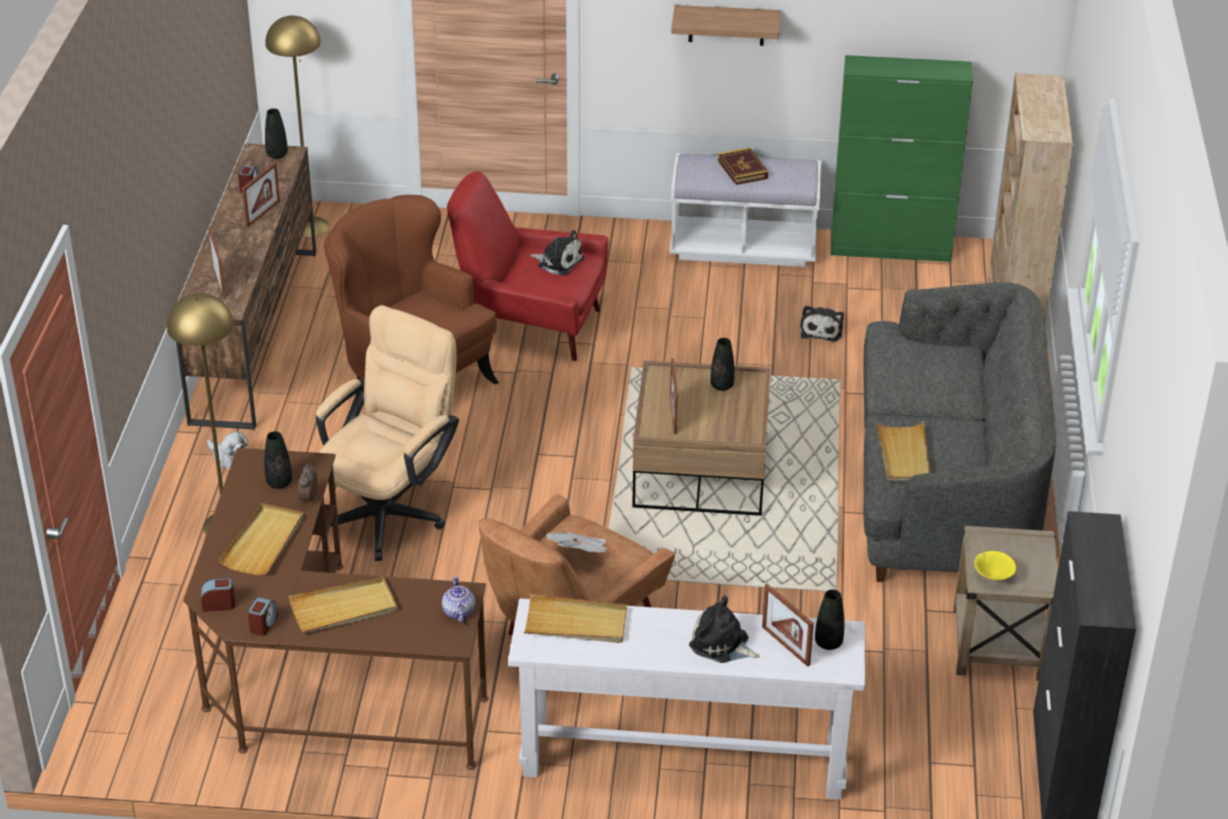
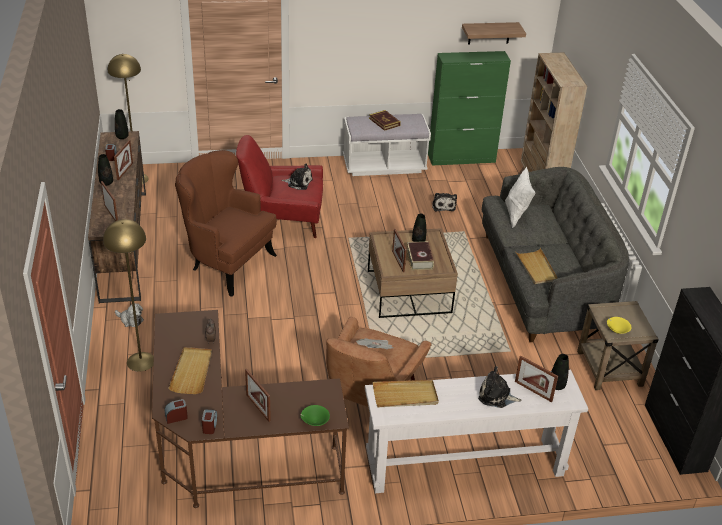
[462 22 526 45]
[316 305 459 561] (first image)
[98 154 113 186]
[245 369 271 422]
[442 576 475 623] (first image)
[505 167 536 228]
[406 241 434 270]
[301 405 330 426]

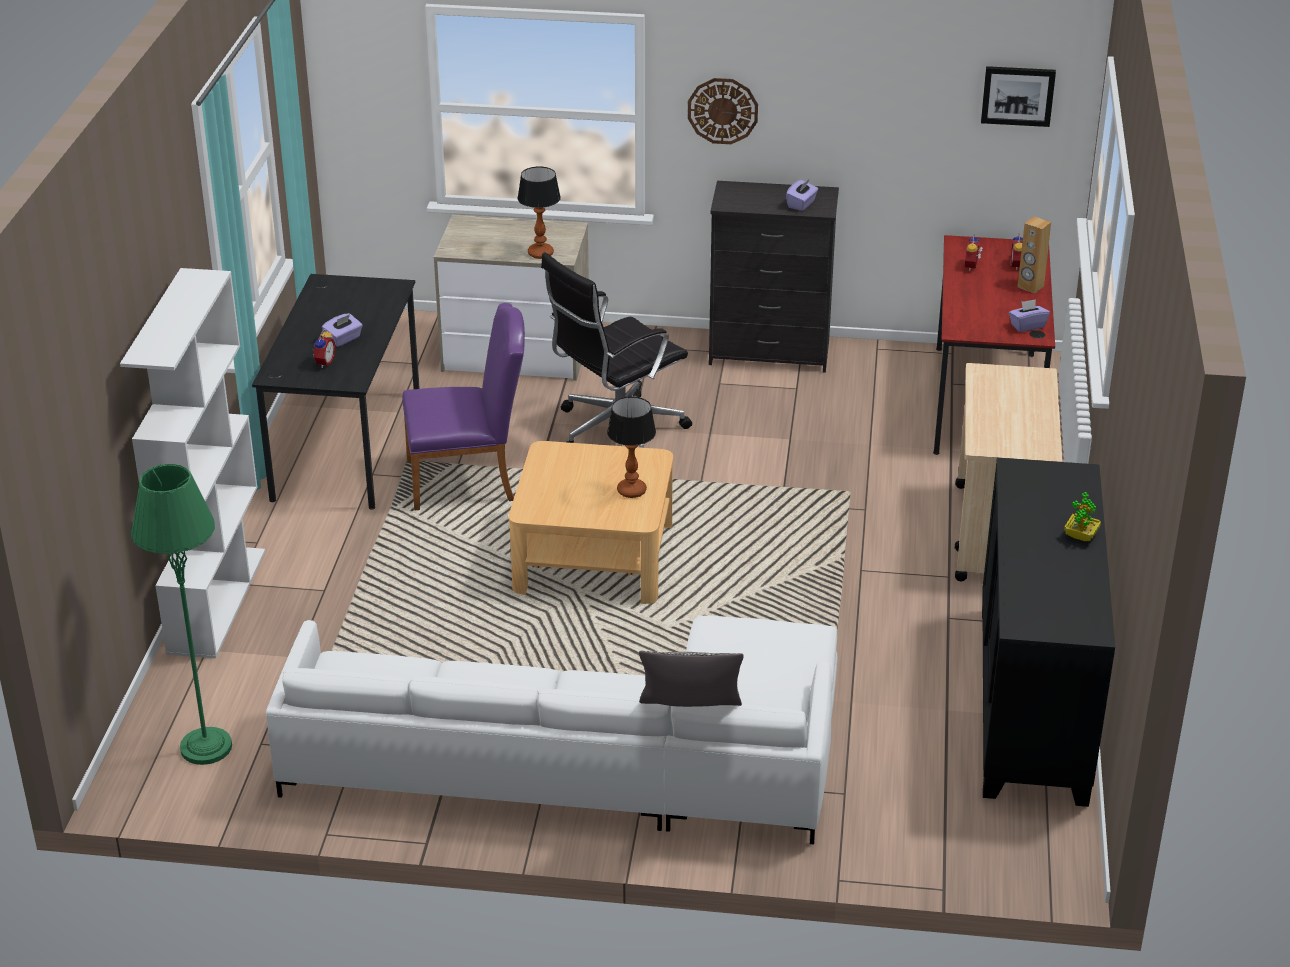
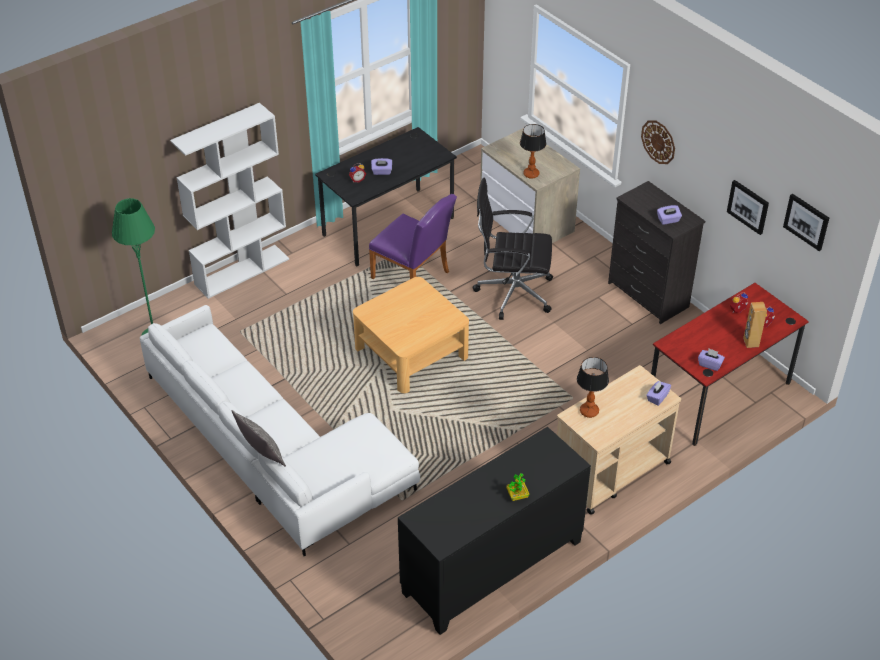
[577 357 609 418]
[727 180 769 235]
[646 381 671 406]

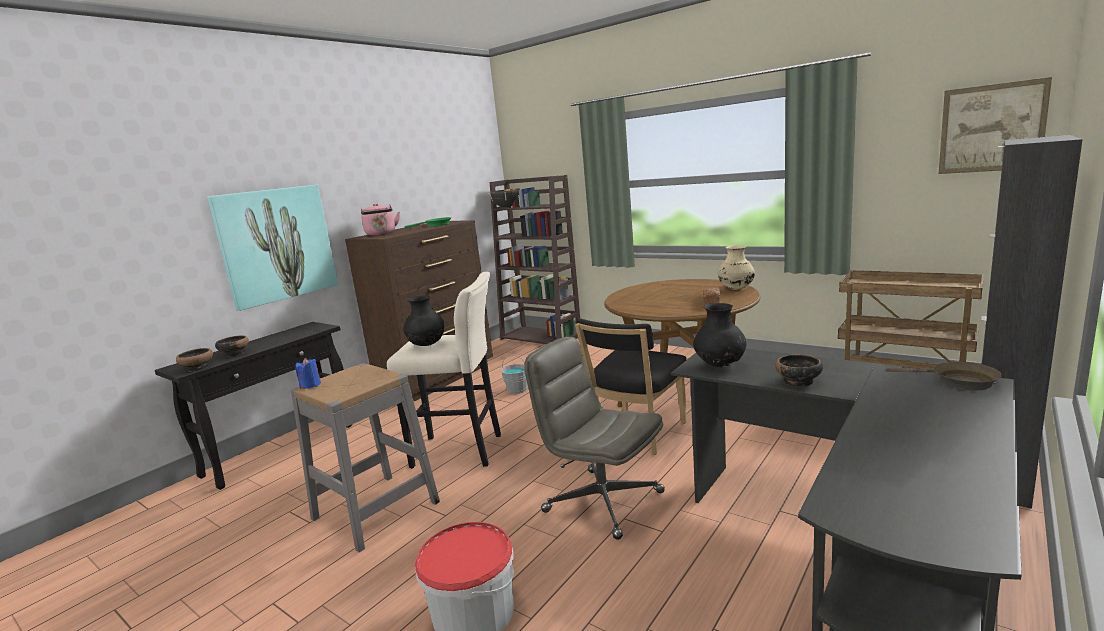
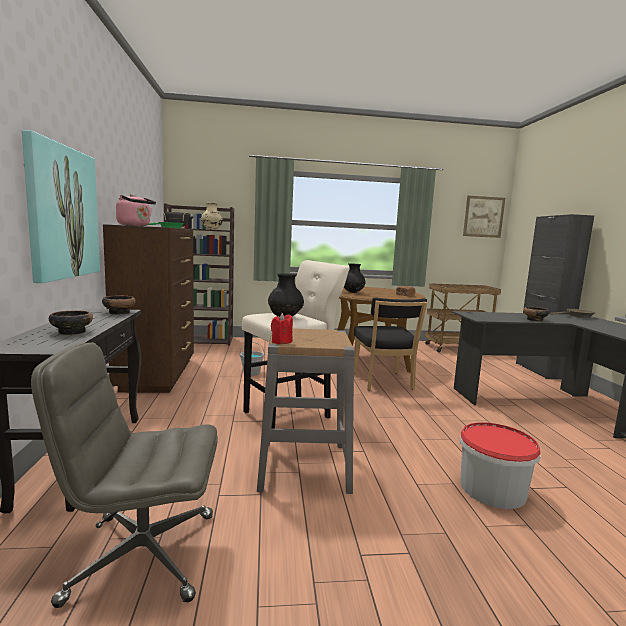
[201 203 223 230]
[344 263 366 293]
[31 342 218 608]
[102 295 136 315]
[271 313 293 344]

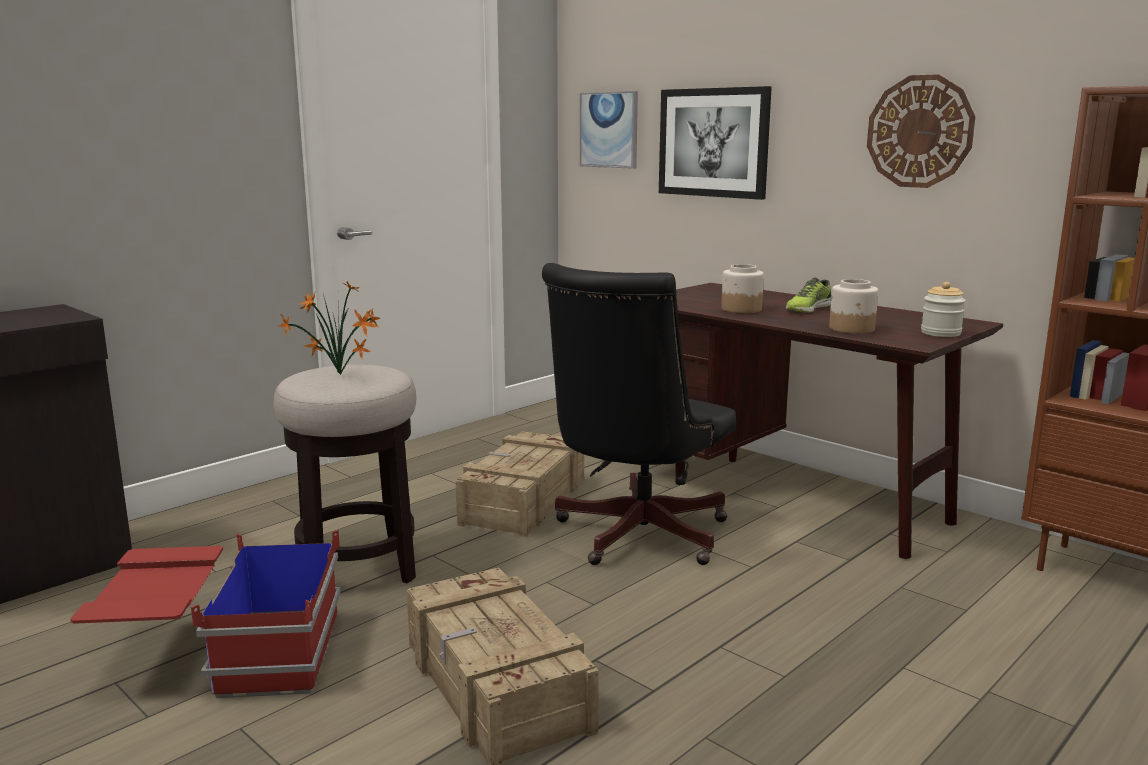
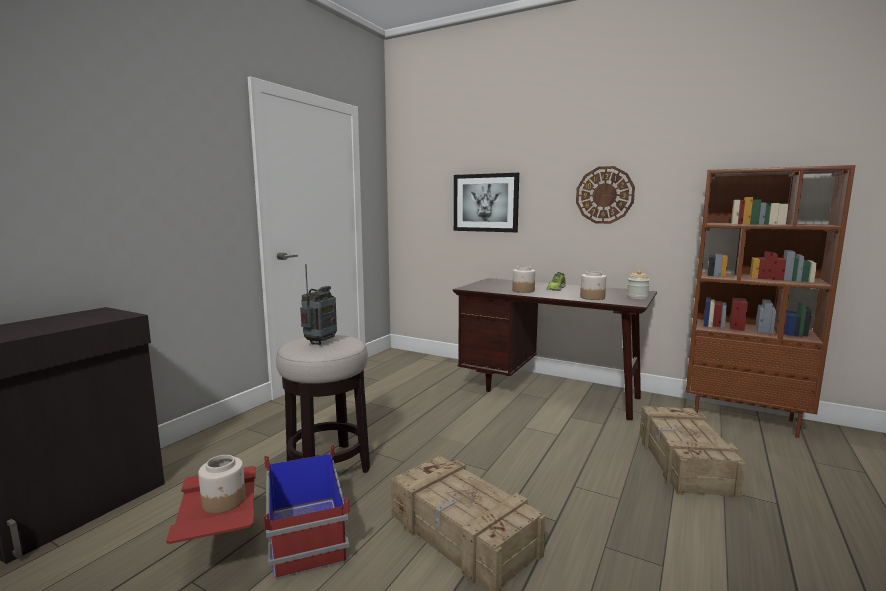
[580 91 638 169] (first image)
[542 263 736 565] (first image)
[300 264 337 345]
[639 406 746 499]
[198 455 246 514]

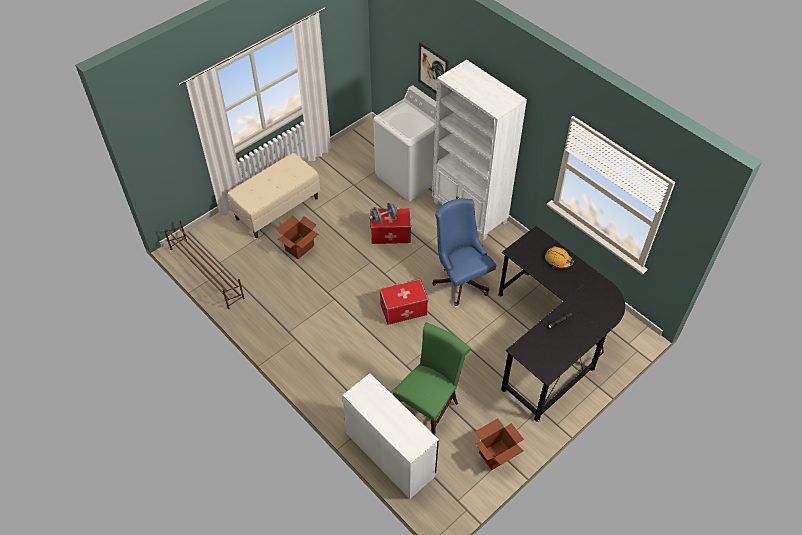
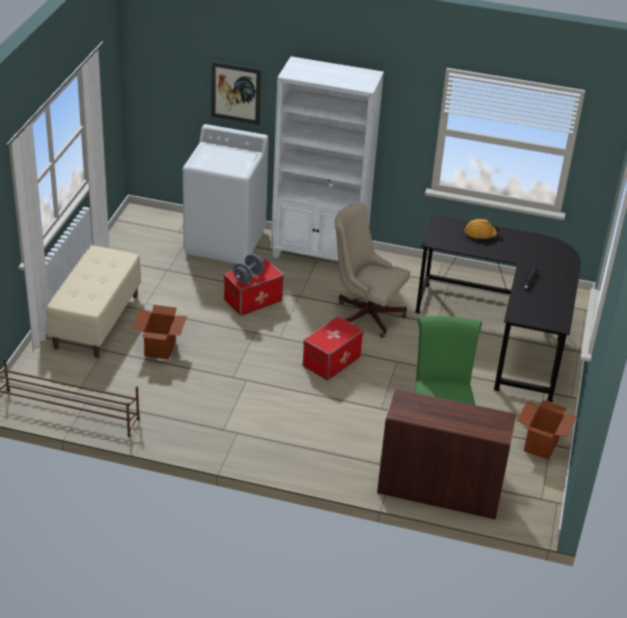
[335 203 410 338]
[377 389 517 520]

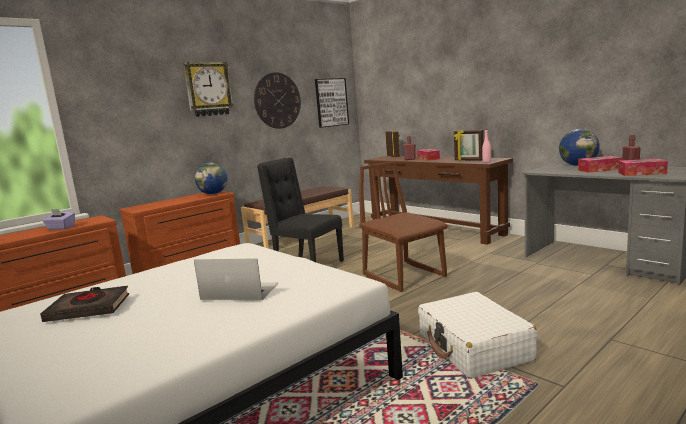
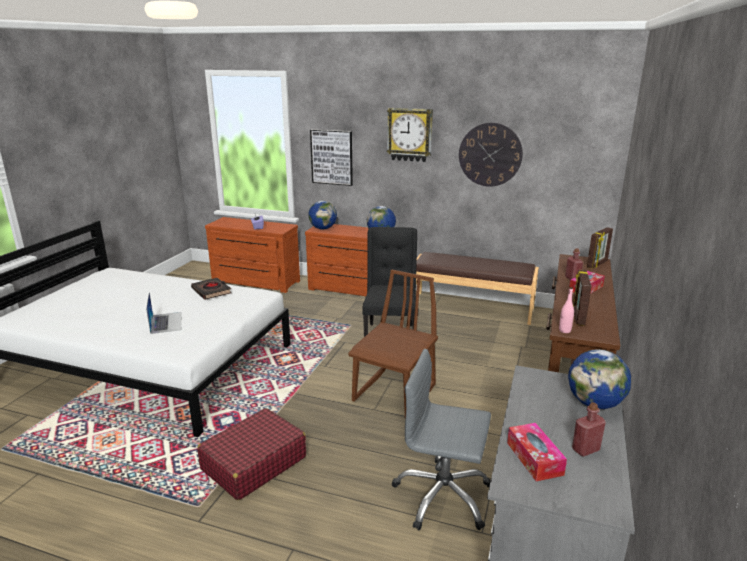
[310 129 353 186]
[578 156 622 173] (first image)
[191 278 231 300]
[197 408 306 500]
[308 201 337 229]
[392 349 491 530]

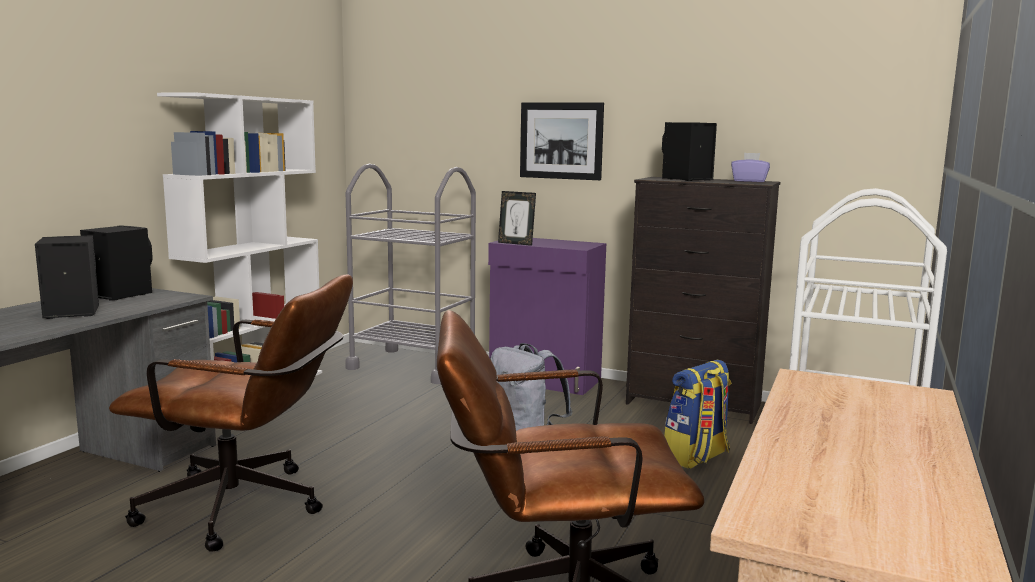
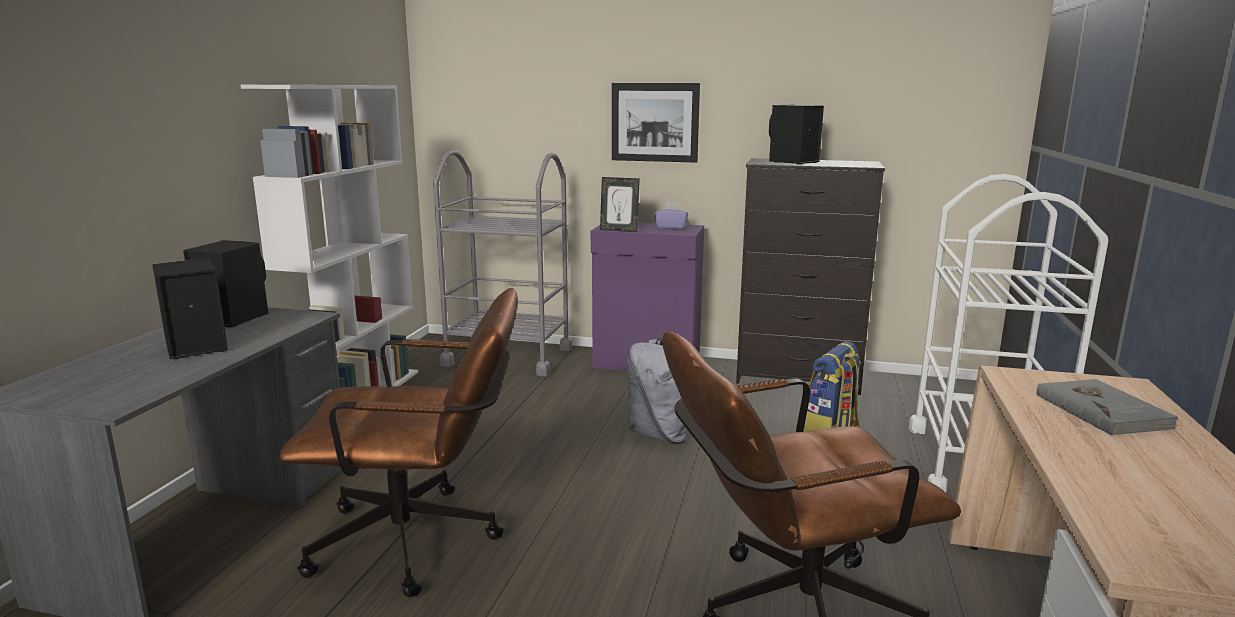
[654 202 688 229]
[1036 379 1179 435]

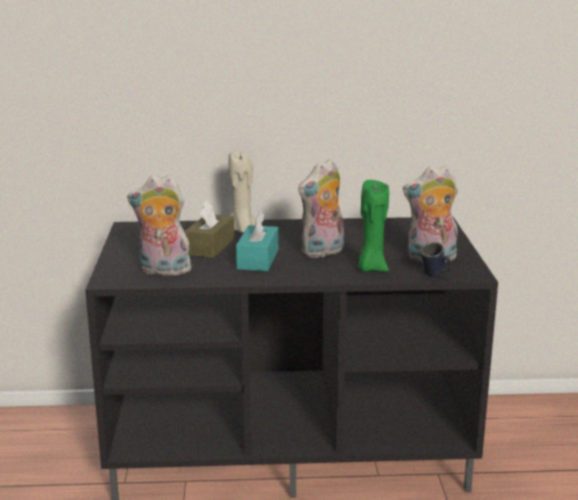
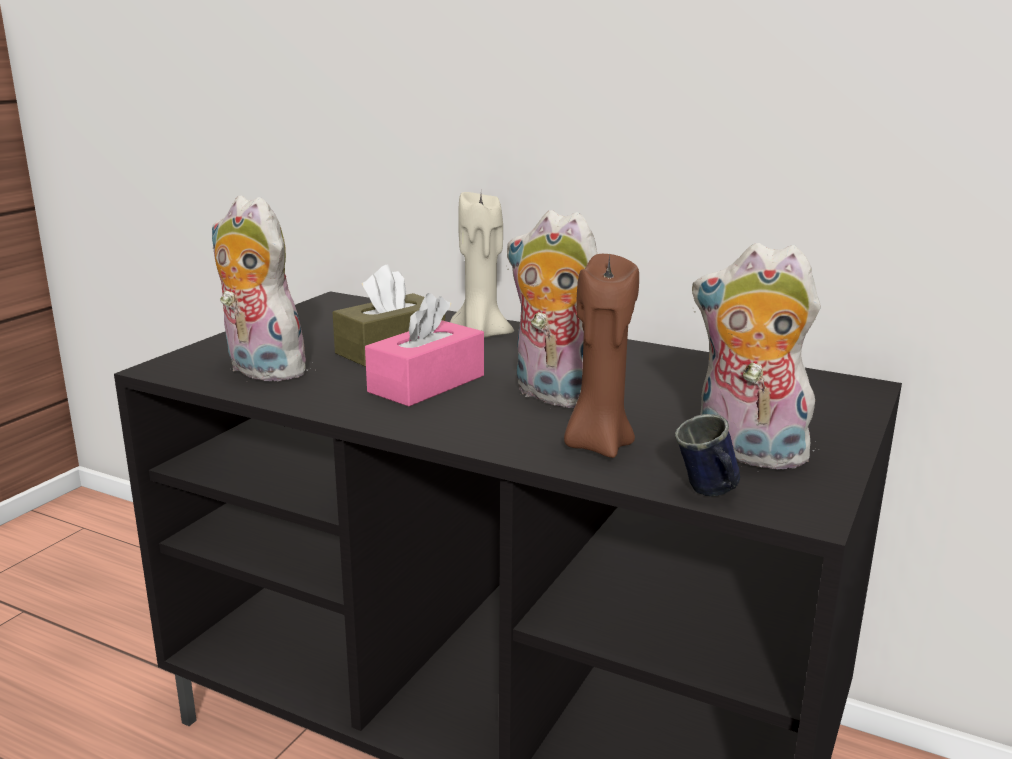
[506 210 597 409]
[564 254 639 458]
[365 293 484 406]

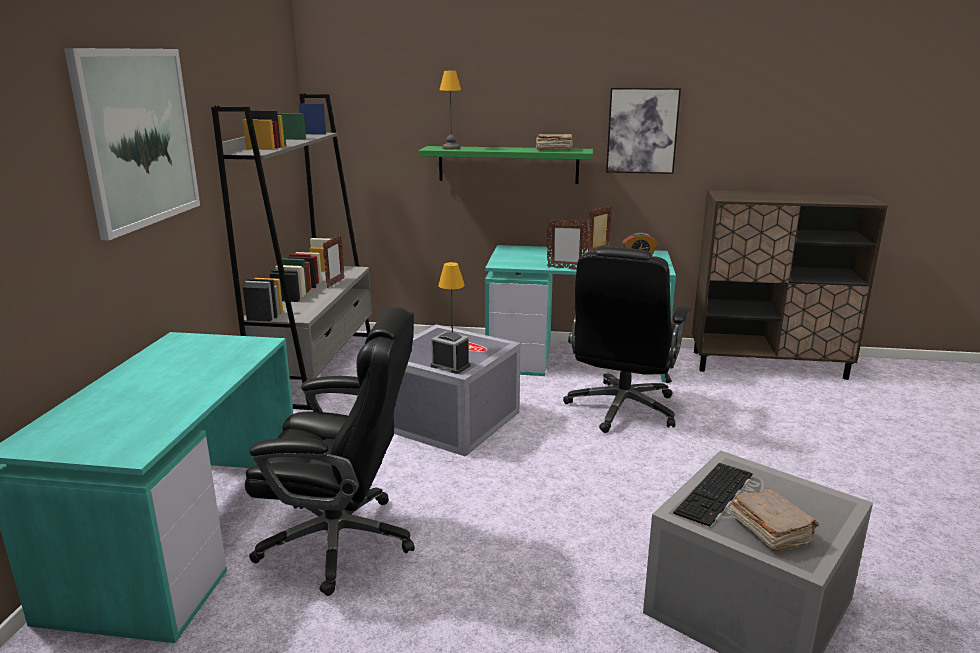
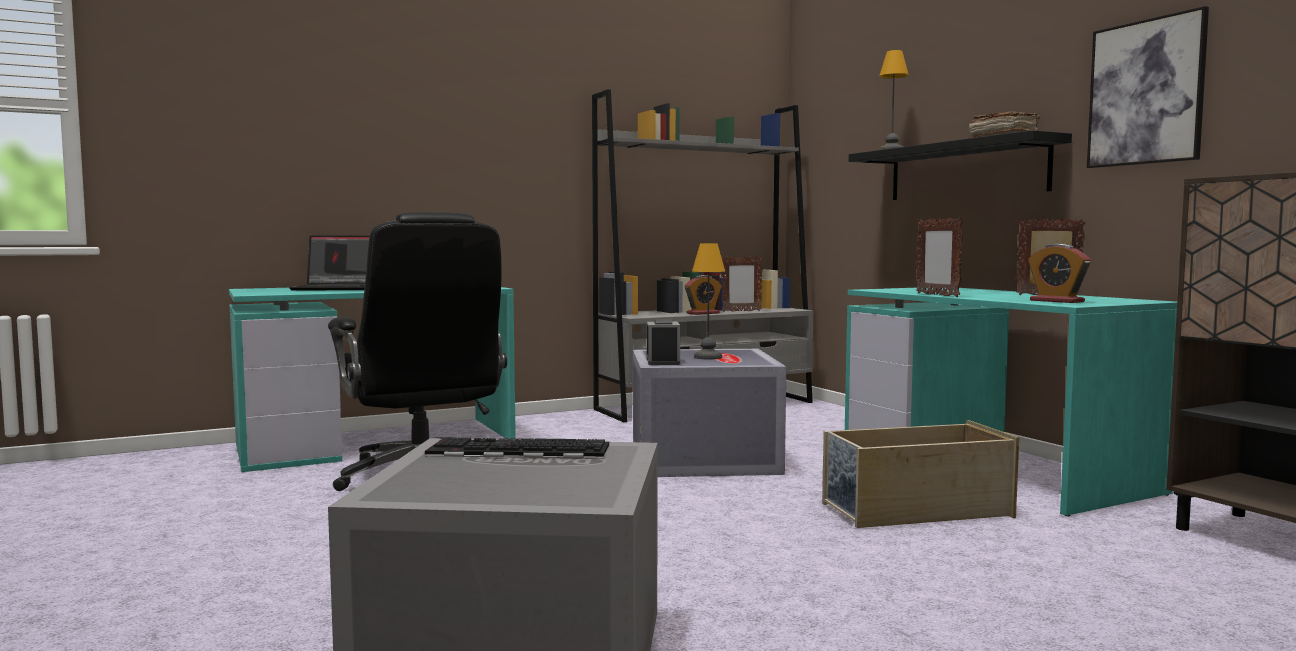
[64 48 200 240] (first image)
[849 130 1072 200]
[822 420 1019 528]
[730 488 819 551] (first image)
[289 235 370 290]
[685 275 722 315]

